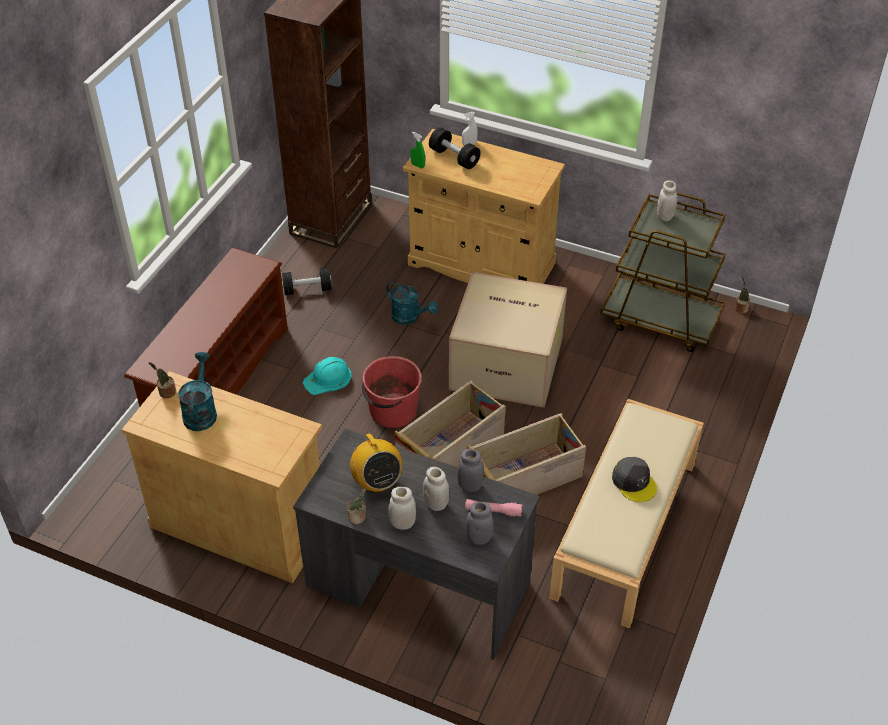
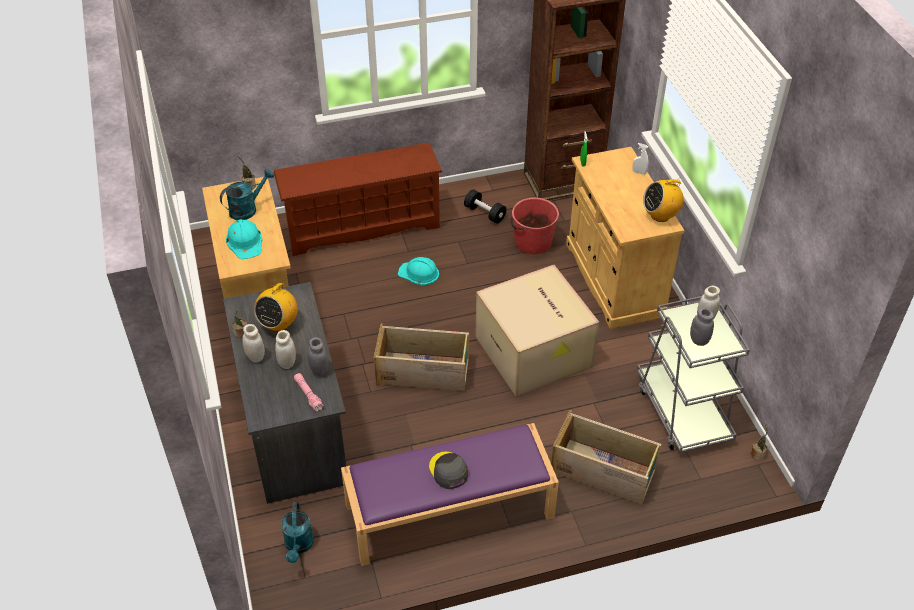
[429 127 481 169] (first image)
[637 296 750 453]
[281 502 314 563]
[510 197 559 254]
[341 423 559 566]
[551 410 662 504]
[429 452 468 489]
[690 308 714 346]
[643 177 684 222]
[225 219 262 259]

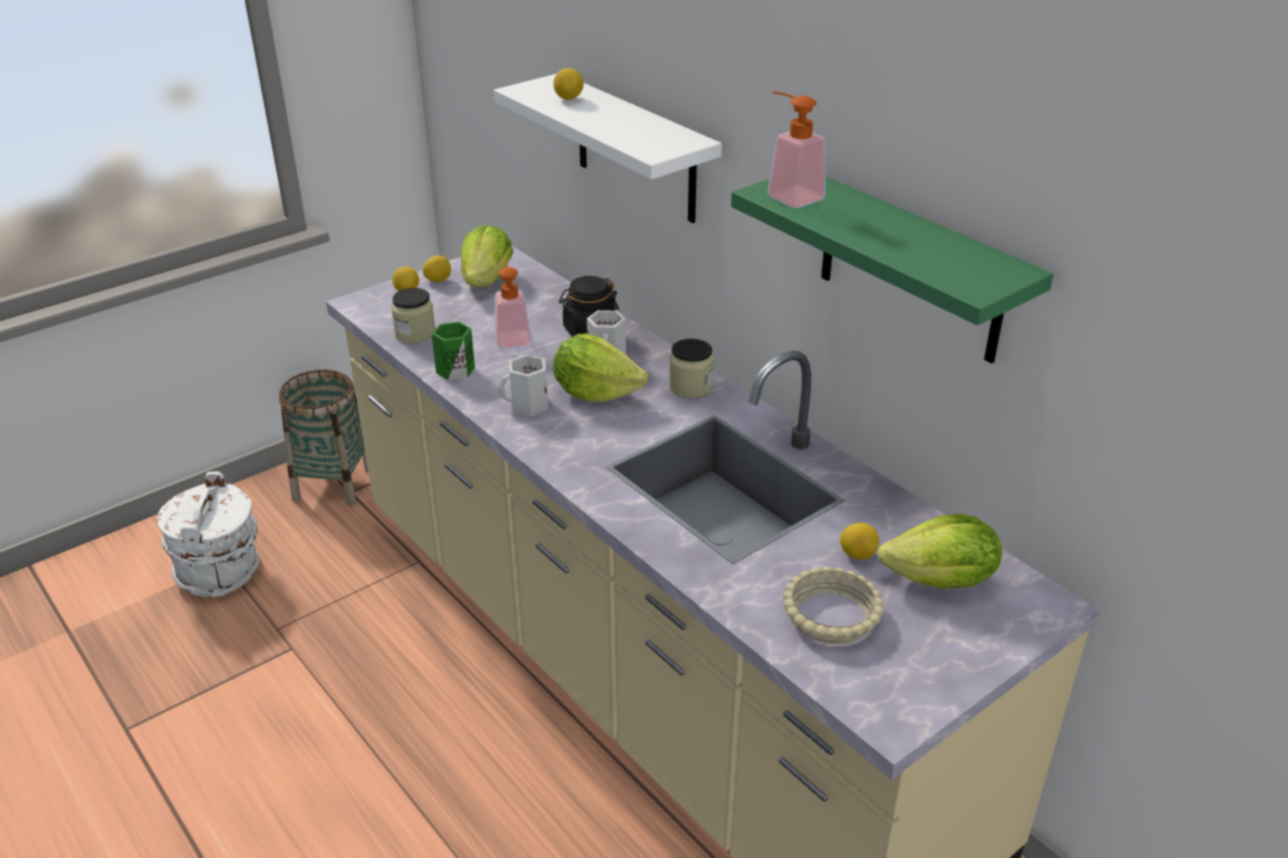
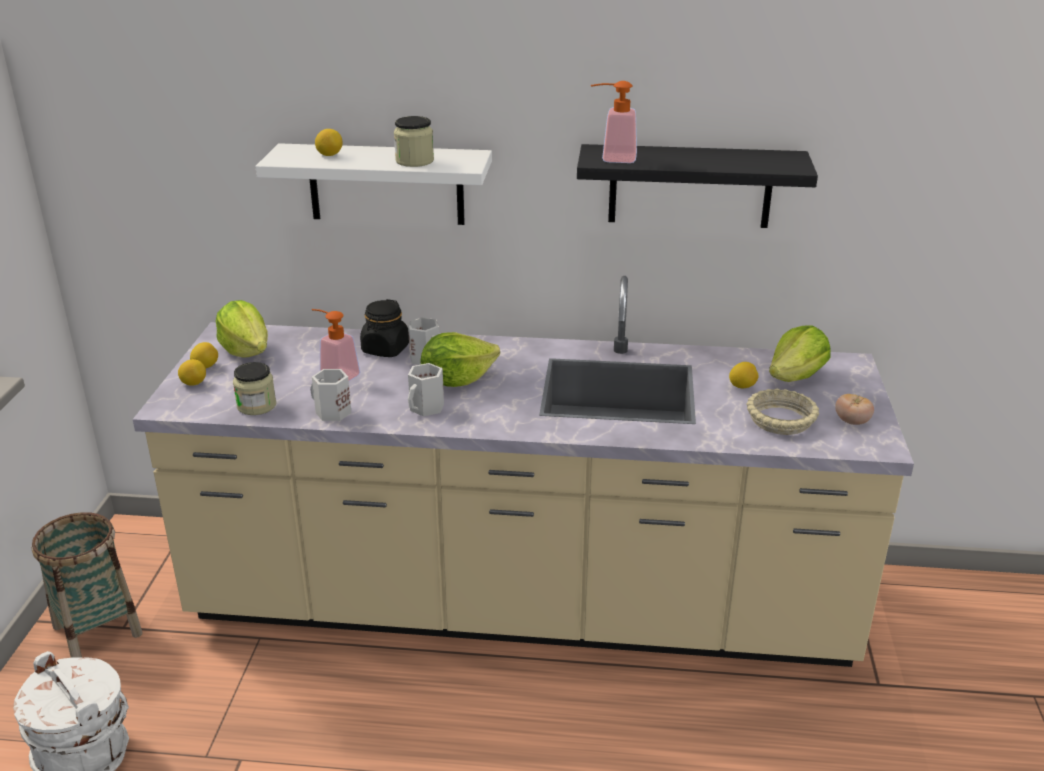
[577 144 818 228]
[310 369 352 421]
[394 116 434 167]
[835 394 874 425]

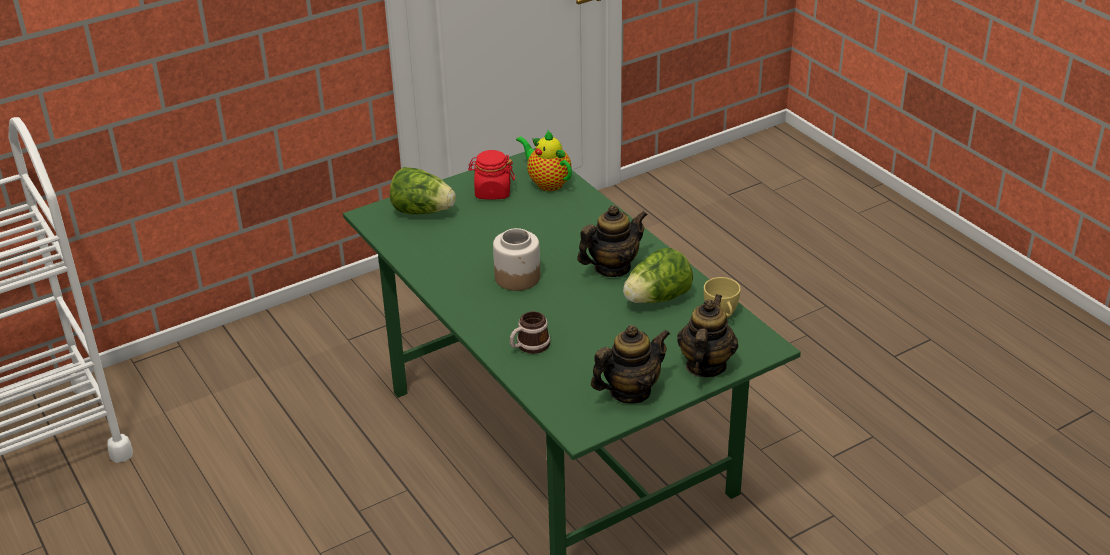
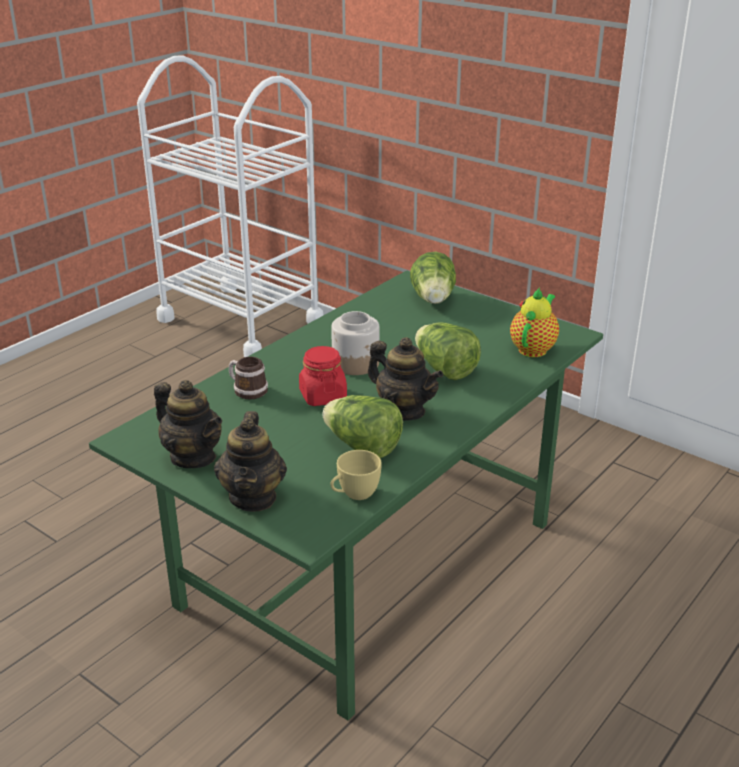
[299 346 347 406]
[214 411 287 512]
[415 322 481 380]

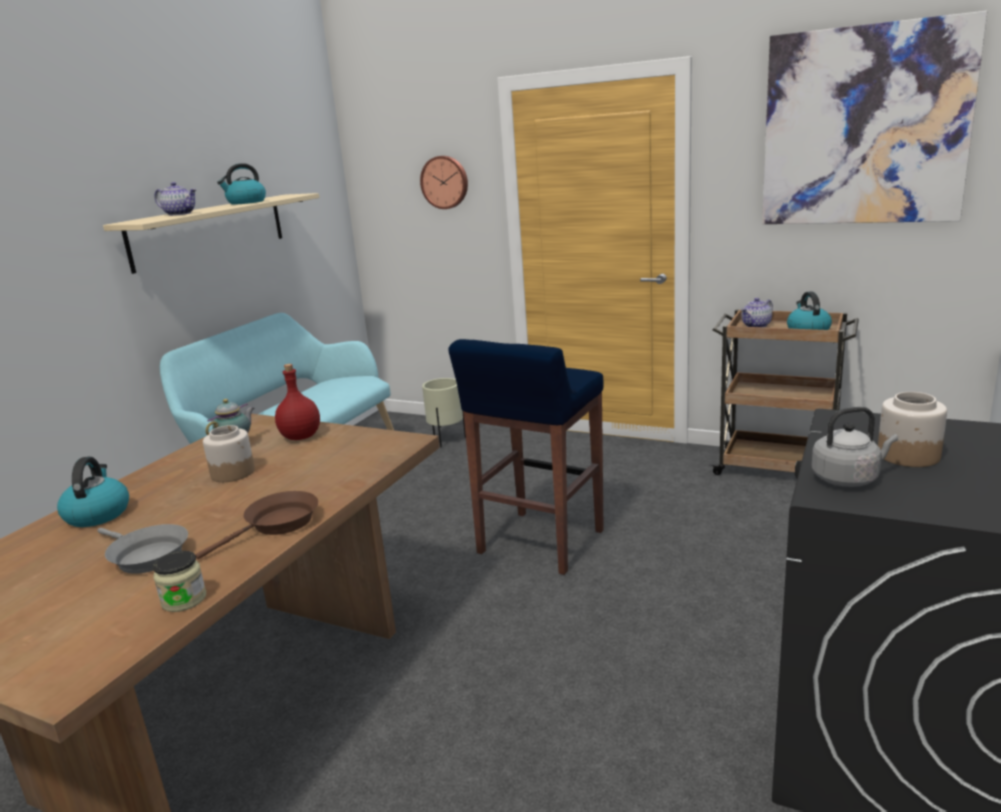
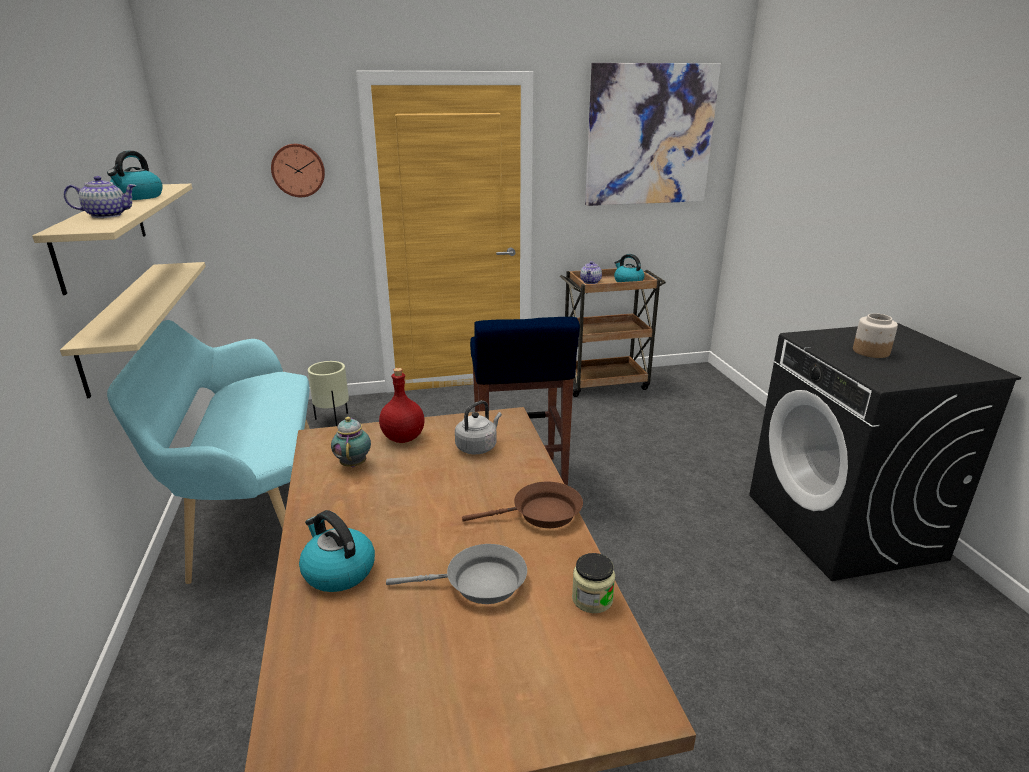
[455 400 502 454]
[203 425 255 482] (first image)
[462 482 583 528]
[60 262 206 398]

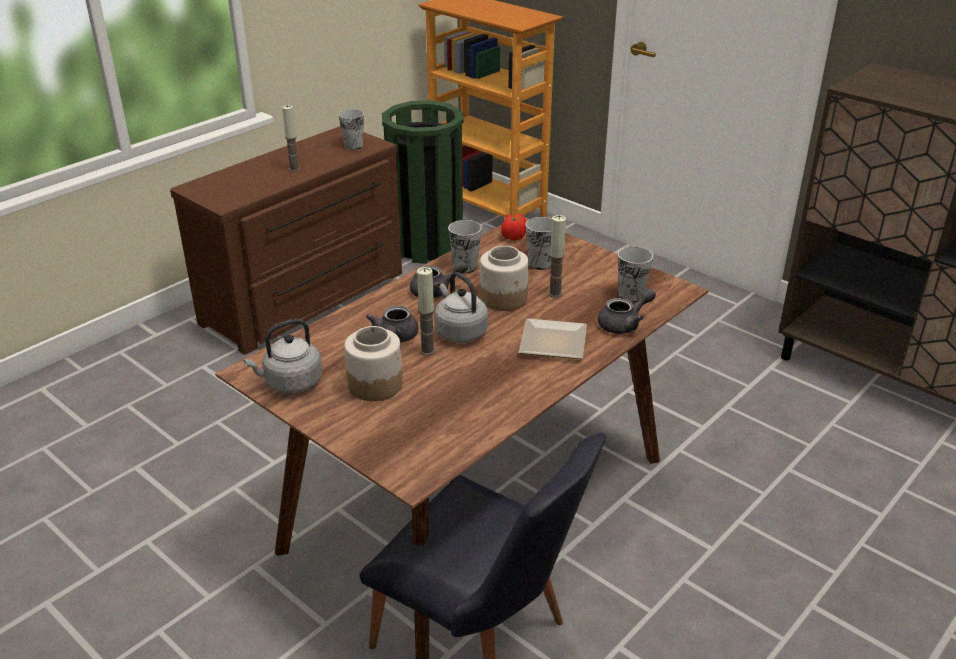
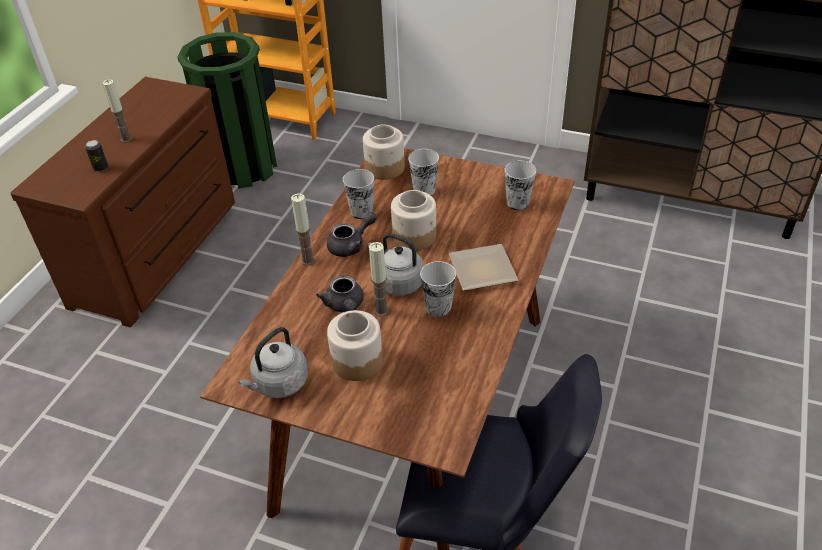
[420 261 456 317]
[363 124 405 180]
[291 193 315 266]
[598 288 656 334] (first image)
[85 140 108 172]

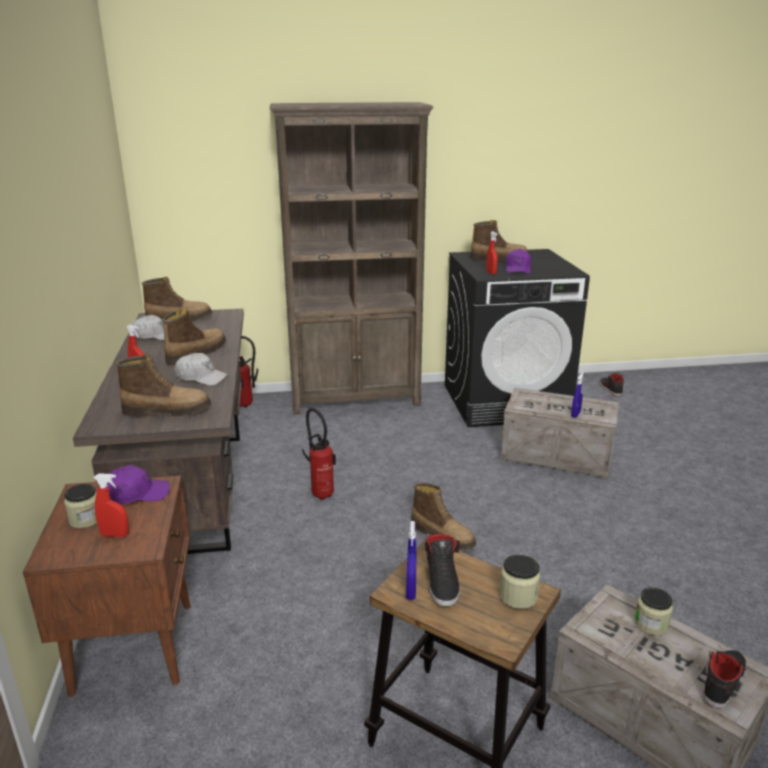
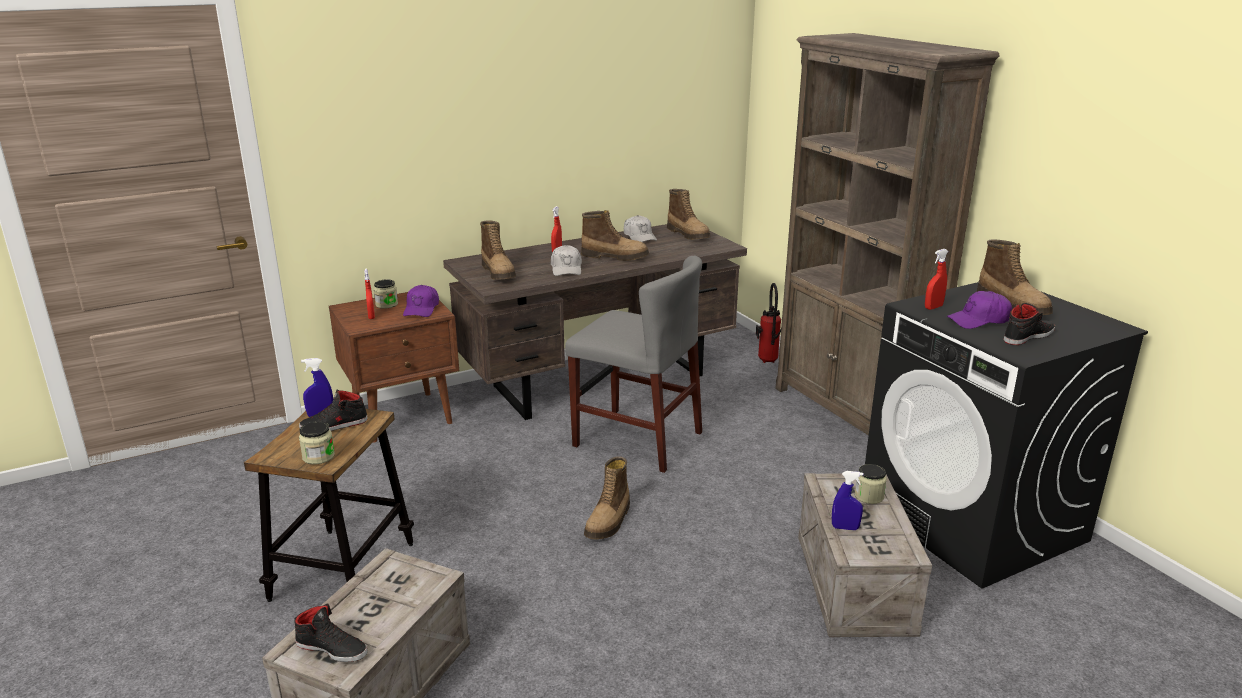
[1004 303 1055 345]
[565 255 702 473]
[403 285 439 317]
[855 464 887 504]

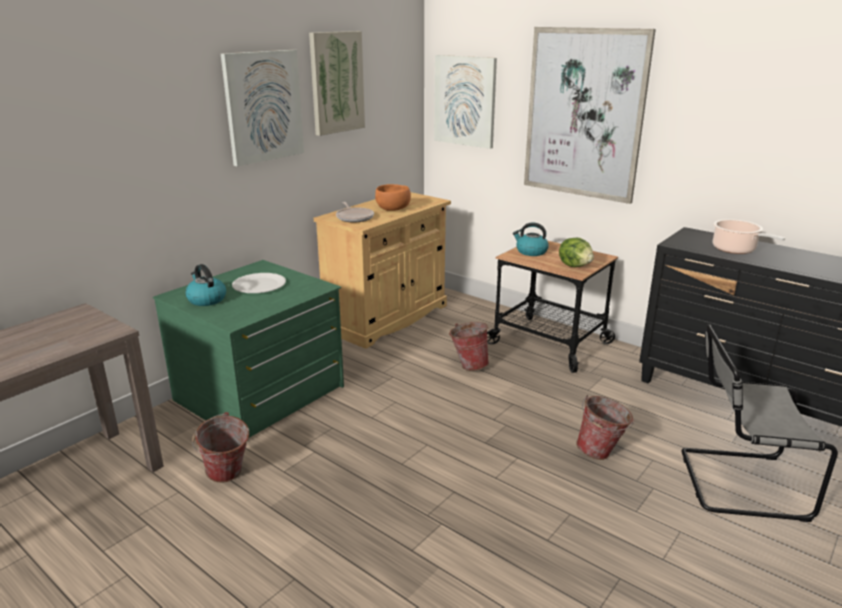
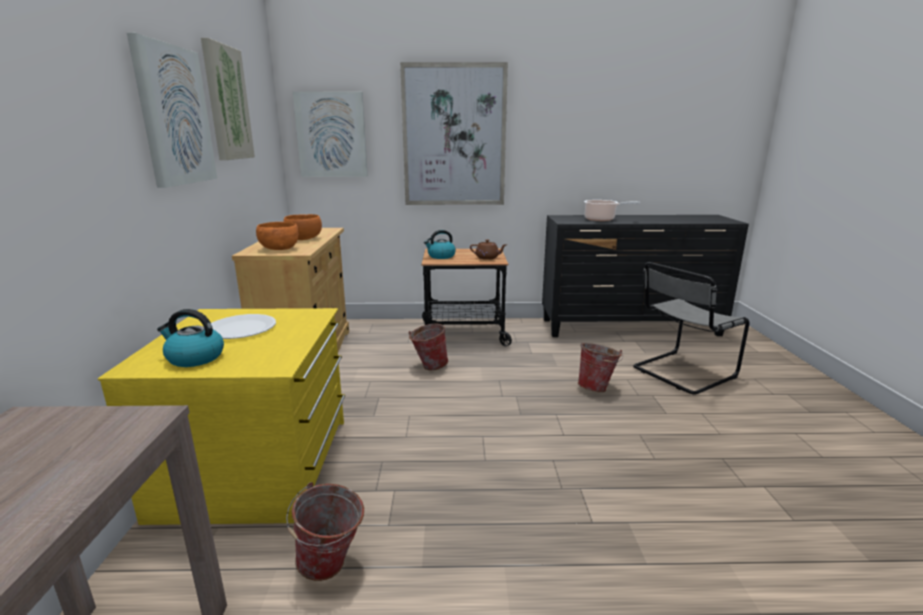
[256 222 299 250]
[470 240 507 260]
[98 308 345 525]

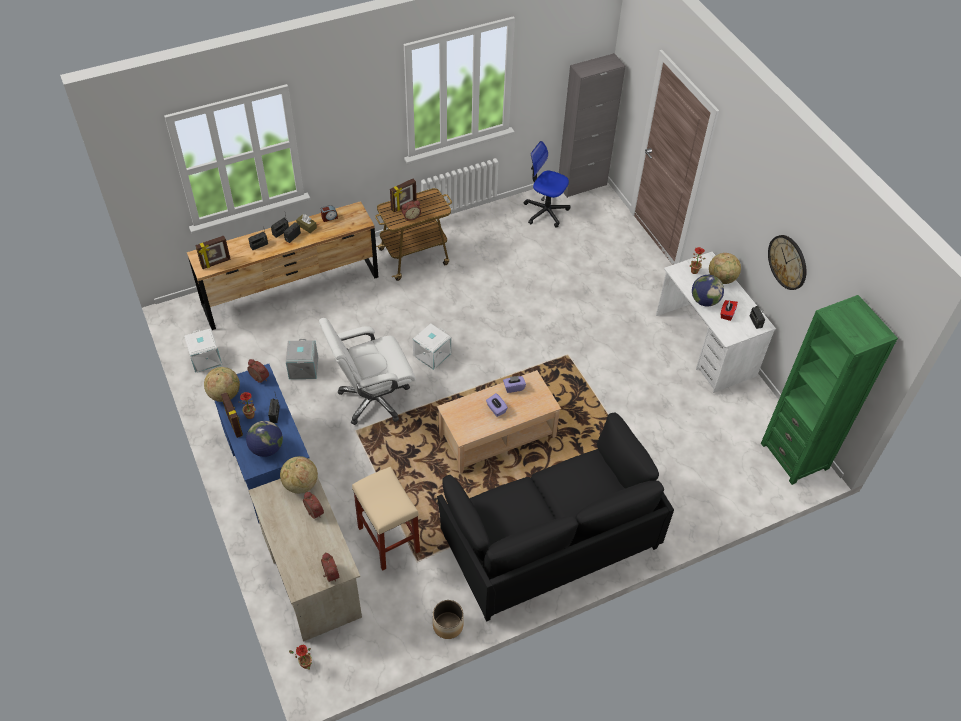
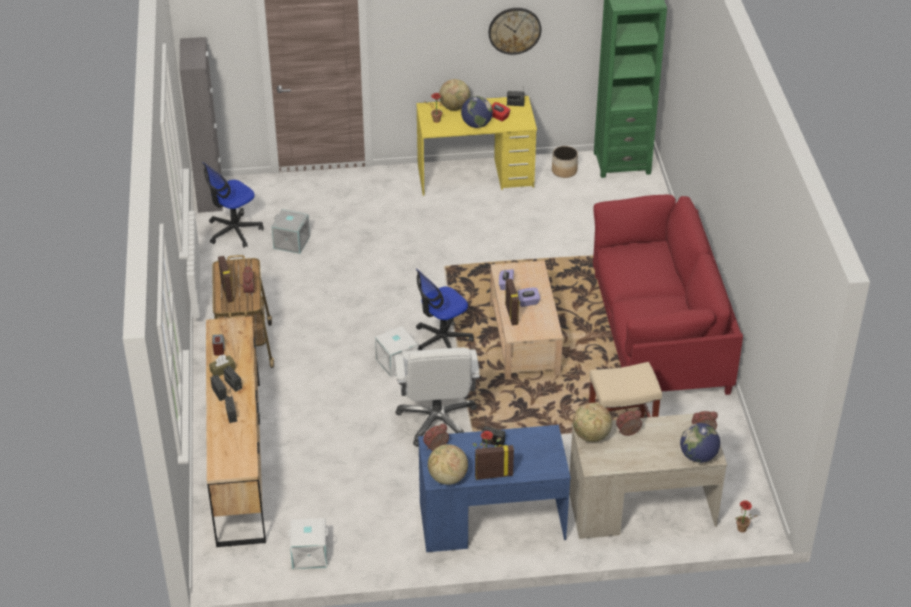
[505 279 520 325]
[416 96 537 195]
[271 209 310 254]
[593 195 743 395]
[680 423 720 463]
[552 146 578 178]
[416 268 474 350]

